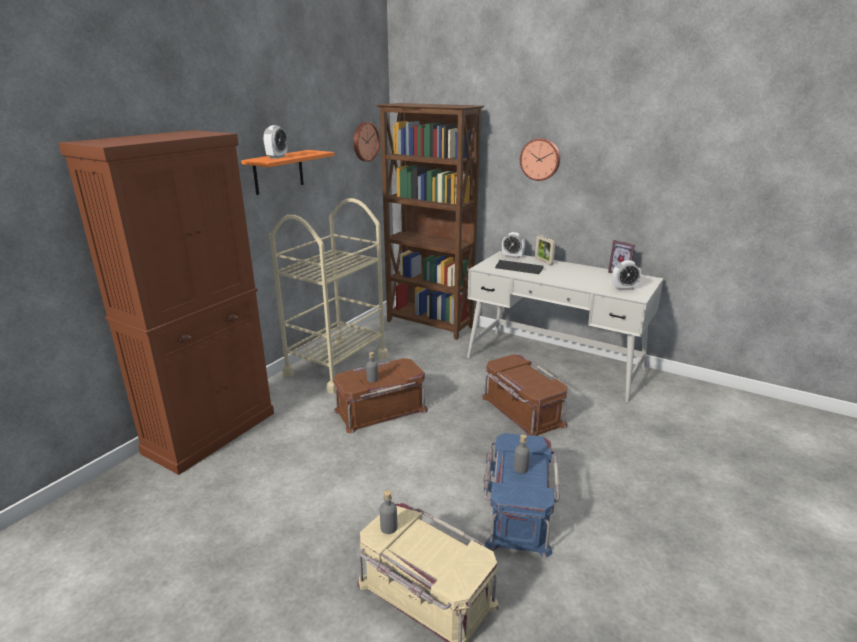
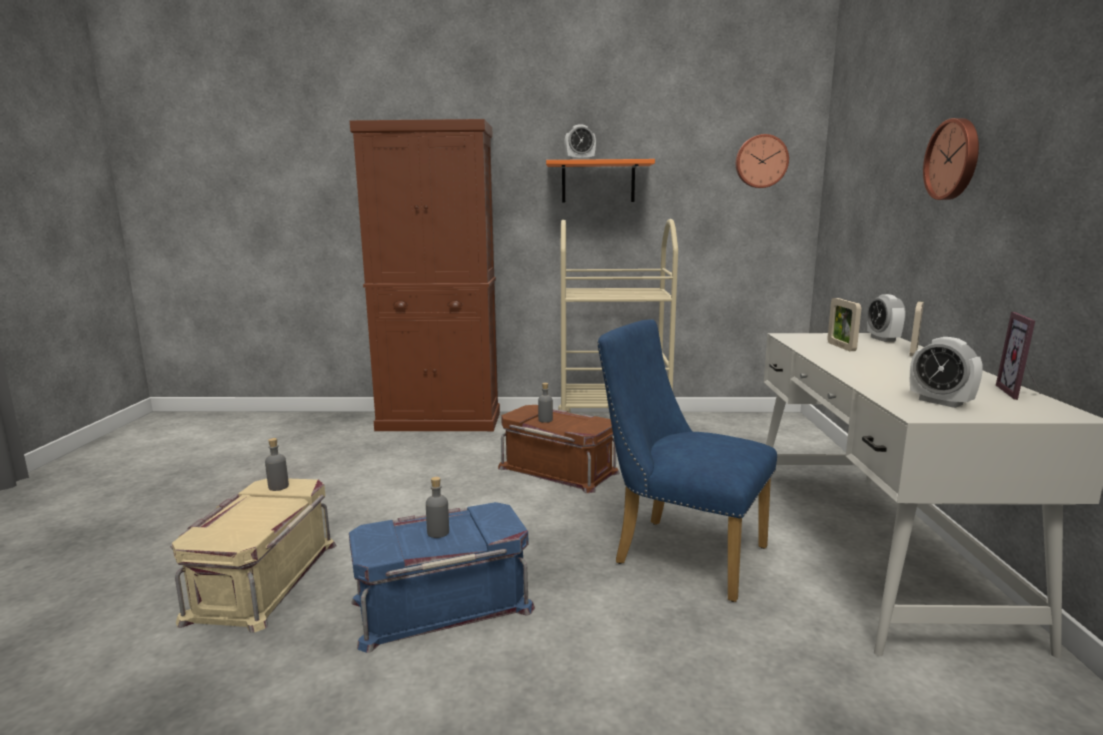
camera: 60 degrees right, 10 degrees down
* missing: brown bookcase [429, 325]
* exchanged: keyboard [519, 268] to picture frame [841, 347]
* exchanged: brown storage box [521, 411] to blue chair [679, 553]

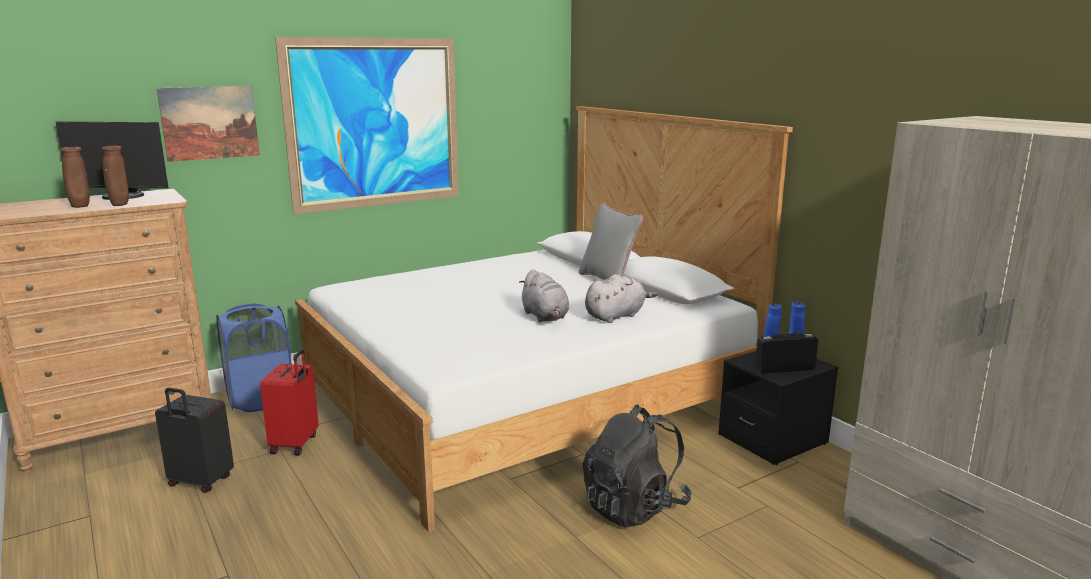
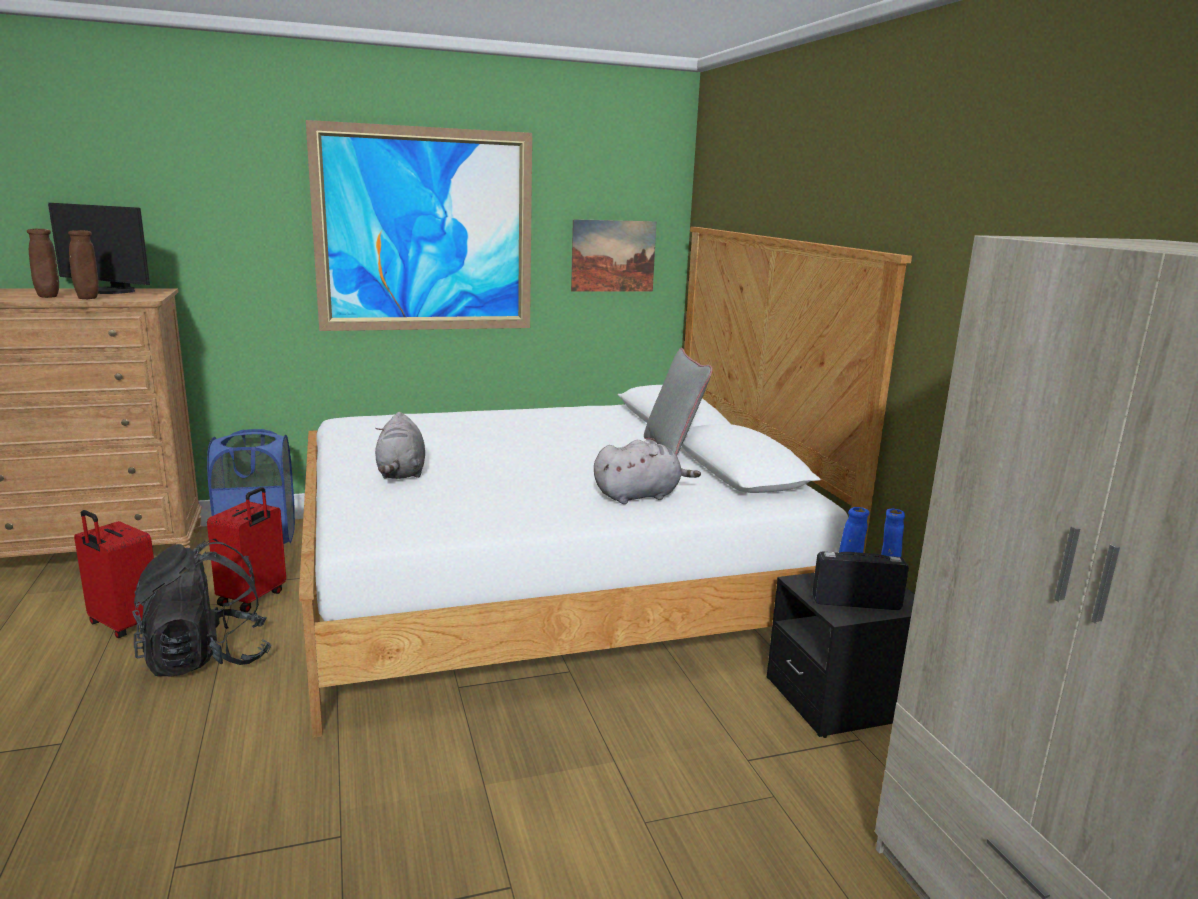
camera: 15 degrees right, 0 degrees up
* relocated: picture [210, 123] to [613, 256]
* relocated: grey plush toy [545, 317] to [401, 473]
* colour: black suitcase [200, 482] to red suitcase [123, 625]
* relocated: black backpack [634, 507] to [206, 658]

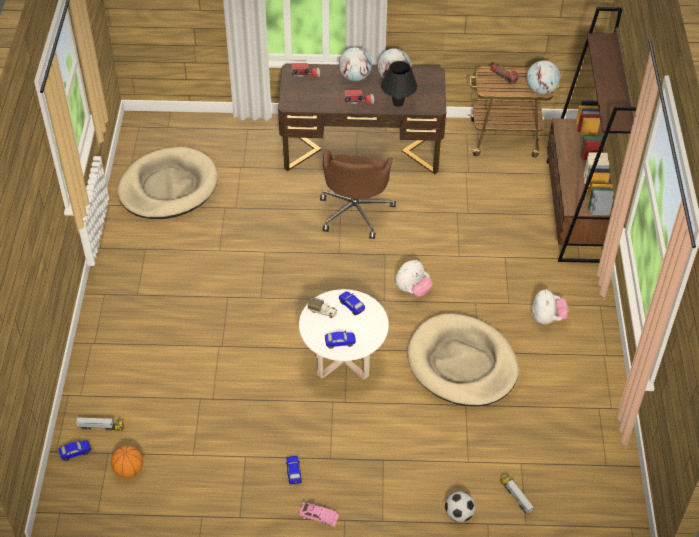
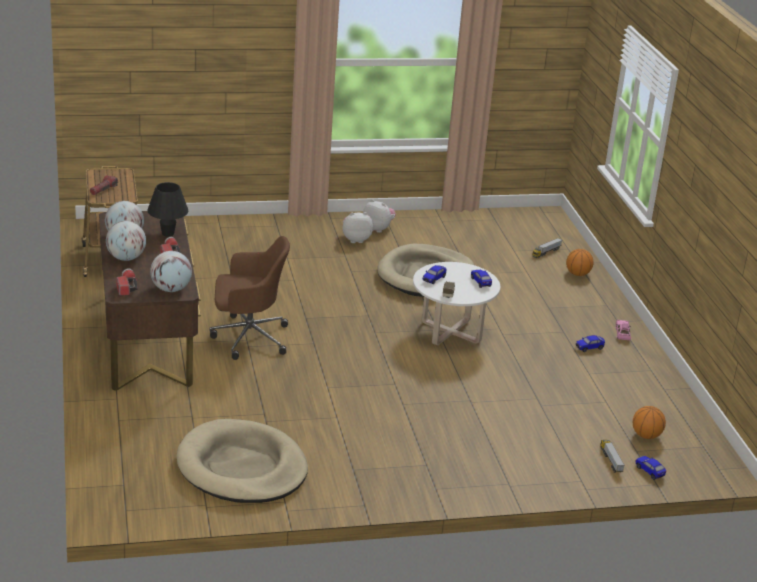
camera: 105 degrees left, 20 degrees down
* missing: brown bookcase [574, 210]
* relocated: globe [541, 90] to [171, 289]
* relocated: plush toy [412, 290] to [378, 229]
* exchanged: football [459, 514] to basketball [577, 274]

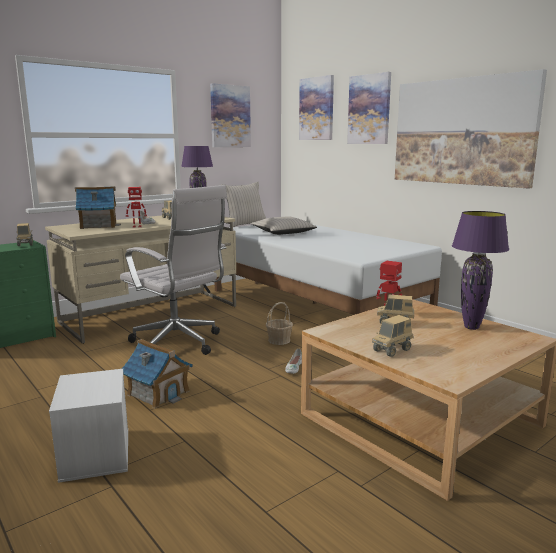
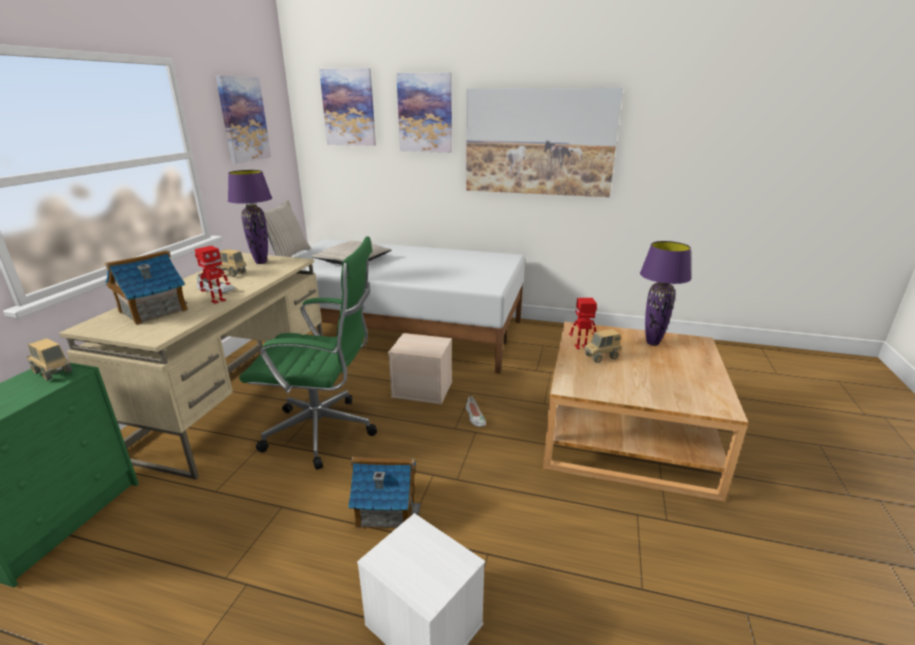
camera: 35 degrees left, 10 degrees up
* colour: white office chair [179, 344] to green office chair [325, 432]
* exchanged: basket [279, 340] to beige storage box [423, 389]
* missing: toy truck [392, 350]

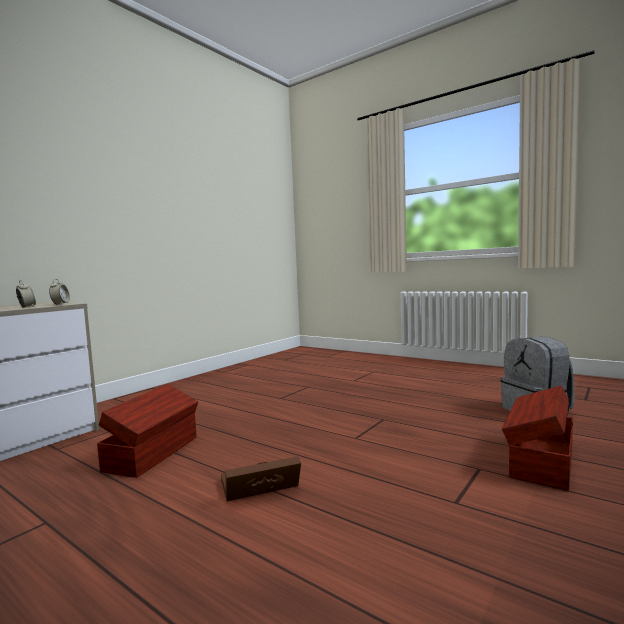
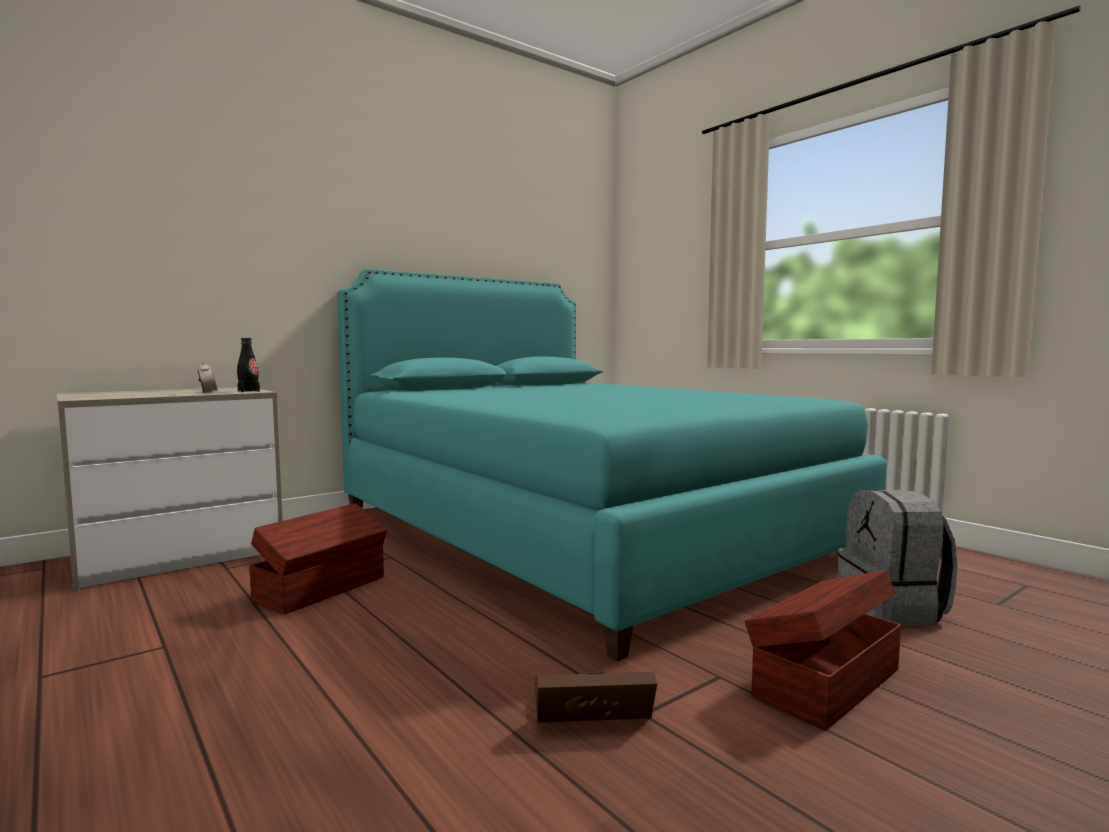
camera: 15 degrees right, 0 degrees up
* exchanged: alarm clock [60, 304] to black bottle [248, 391]
* relocated: brown storage box [258, 487] to [588, 709]
* appeared: turquoise bed [580, 532]

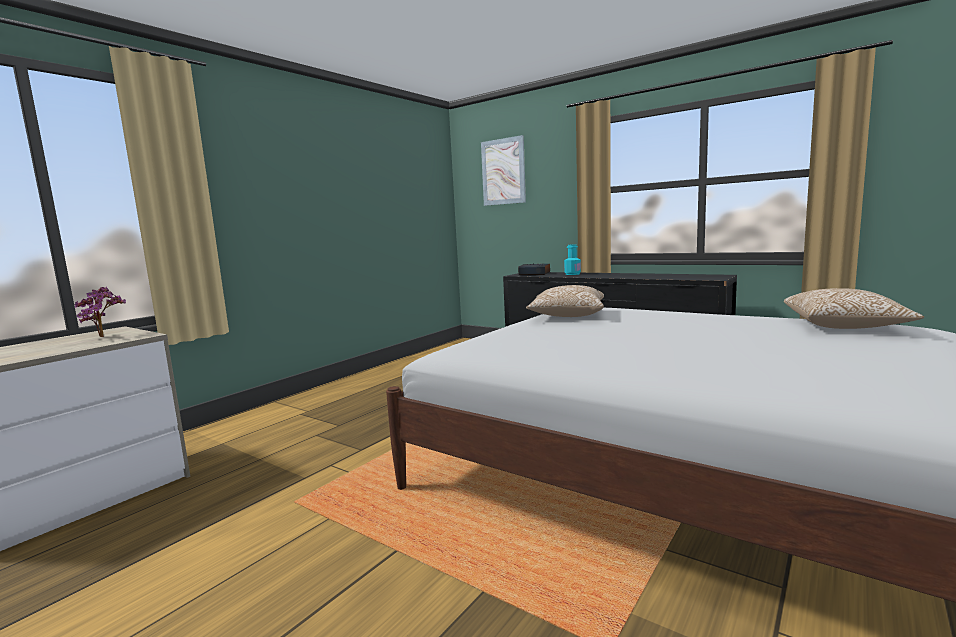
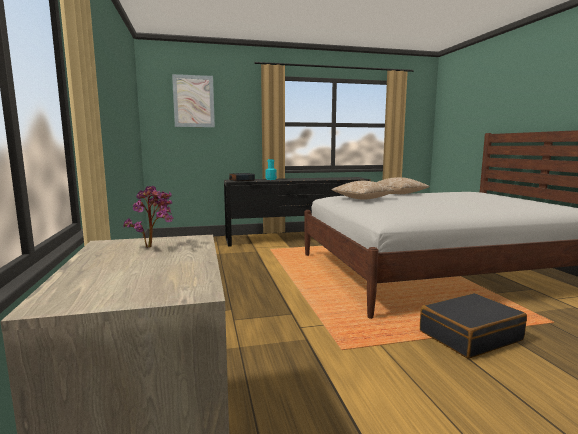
camera: 50 degrees left, 0 degrees up
* relocated: pillow [844, 326] to [400, 193]
* appeared: black suitcase [469, 335]

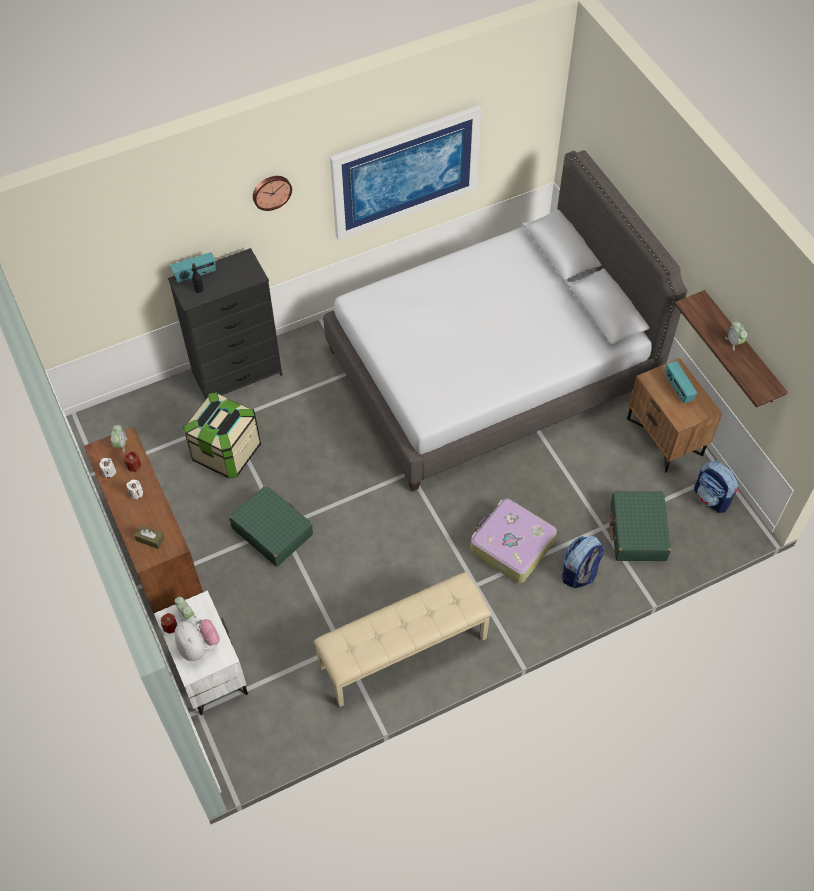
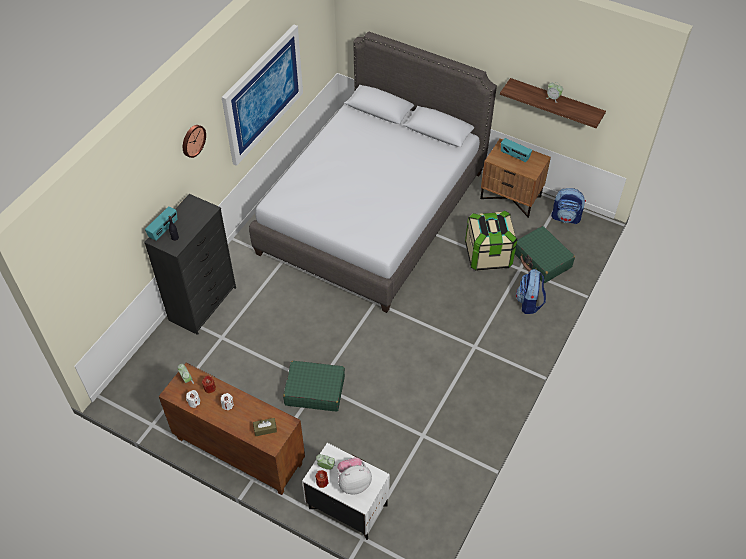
camera: 35 degrees left, 5 degrees down
* relocated: storage box [226, 451] to [488, 255]
* missing: suitcase [511, 546]
* missing: beige bench [403, 653]
* spun: plush toy [198, 647] = [353, 482] 45 degrees counterclockwise

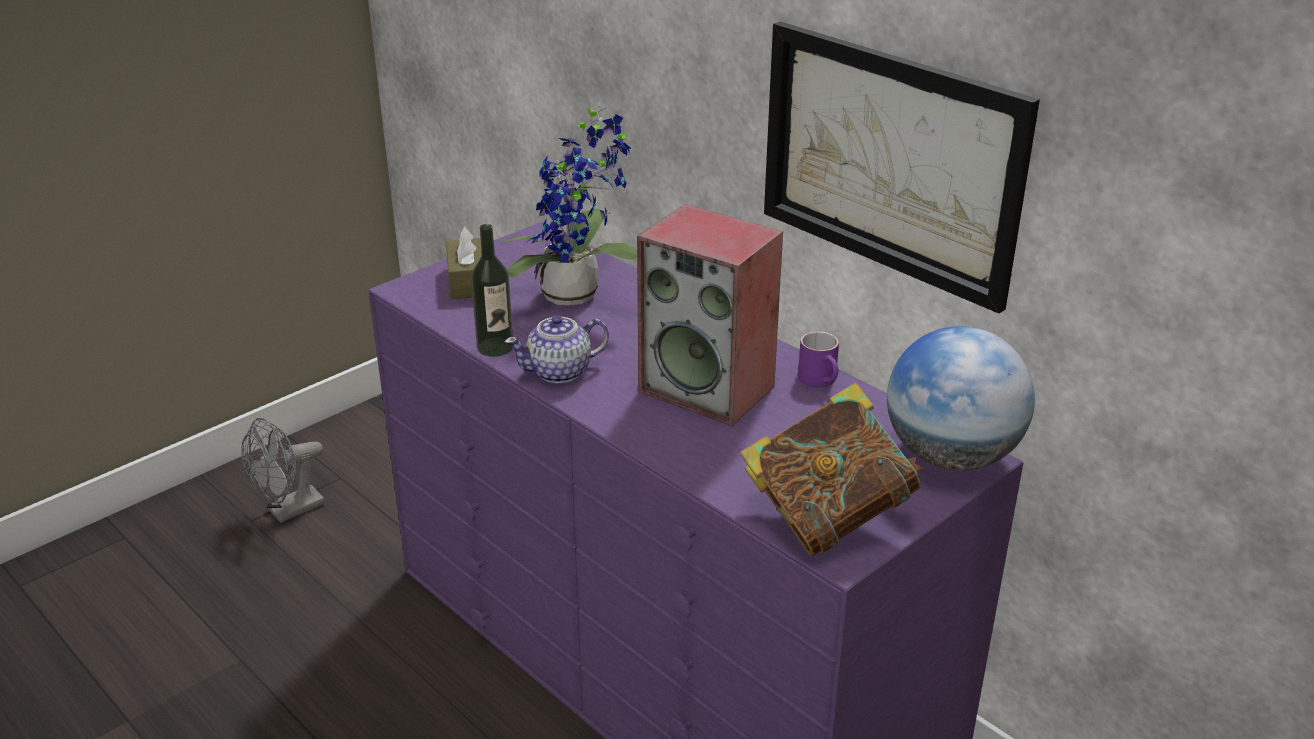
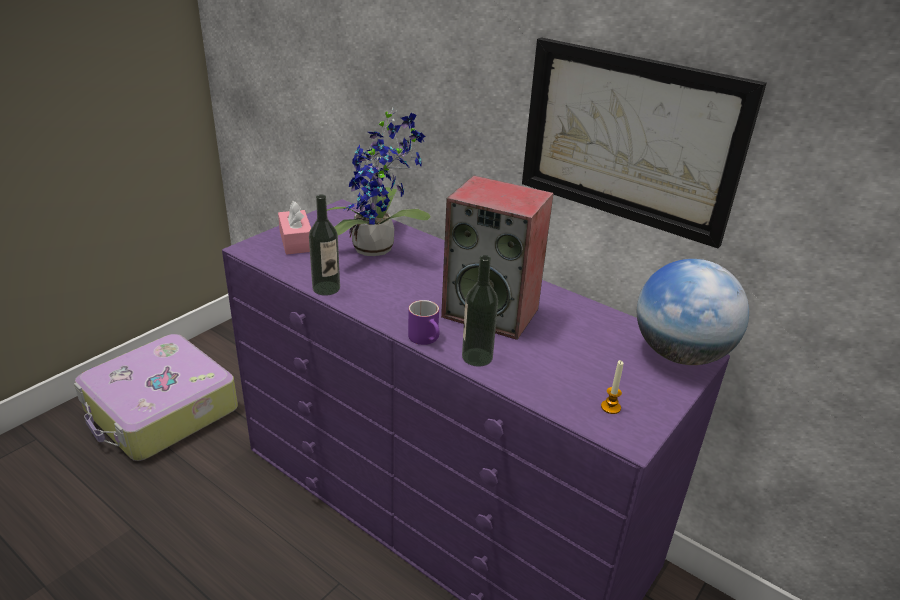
camera: 10 degrees left, 0 degrees up
* colour: brown tissue box [467, 281] to pink tissue box [296, 241]
* missing: teapot [560, 372]
* relocated: purple mug [822, 381] to [427, 339]
* exchanged: book [828, 517] to candle [610, 407]
* exchanged: grey fan [289, 511] to suitcase [160, 411]
* appeared: bottle [477, 357]

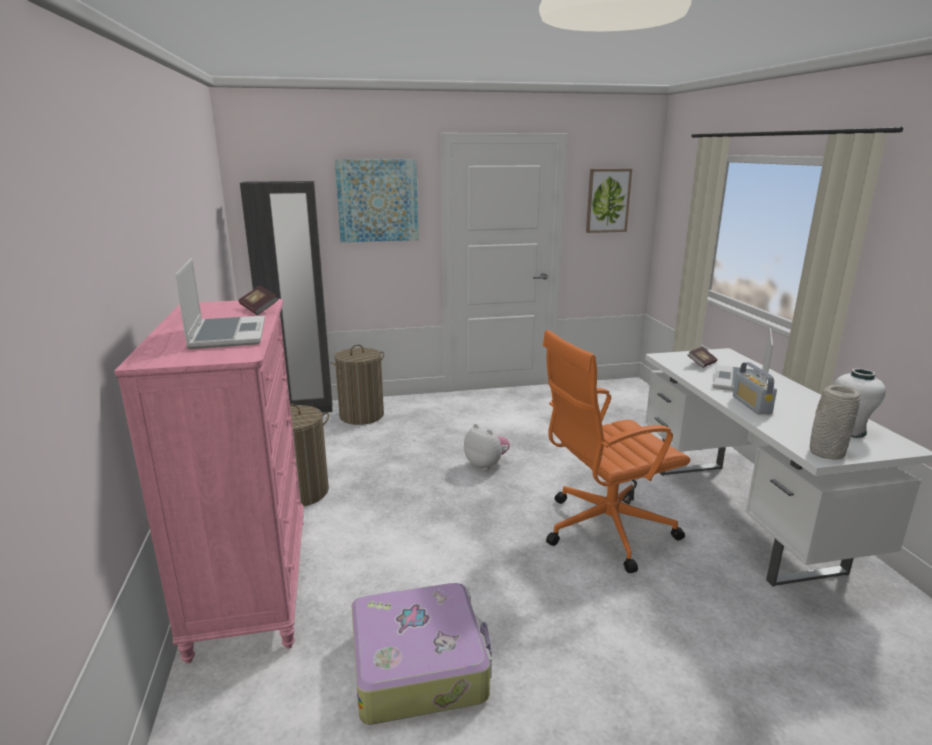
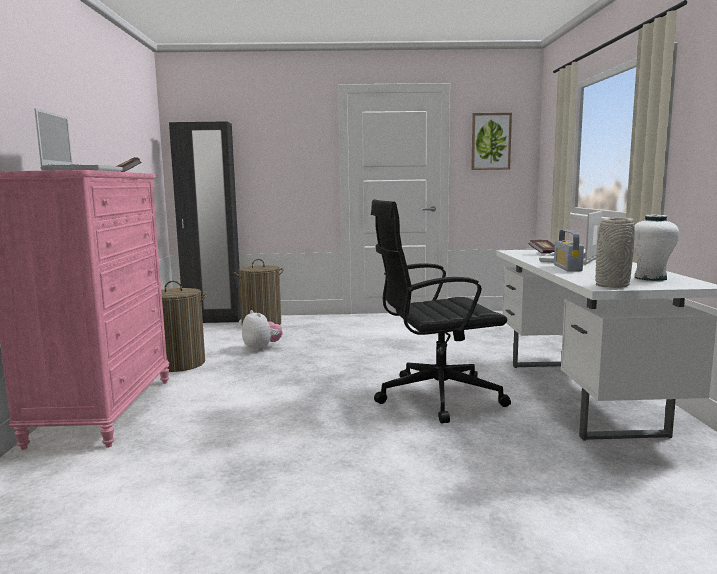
camera: 10 degrees right, 10 degrees down
* missing: picture [377, 200]
* colour: orange office chair [603, 530] to black office chair [435, 397]
* relocated: plush toy [486, 464] to [262, 348]
* missing: suitcase [419, 664]

